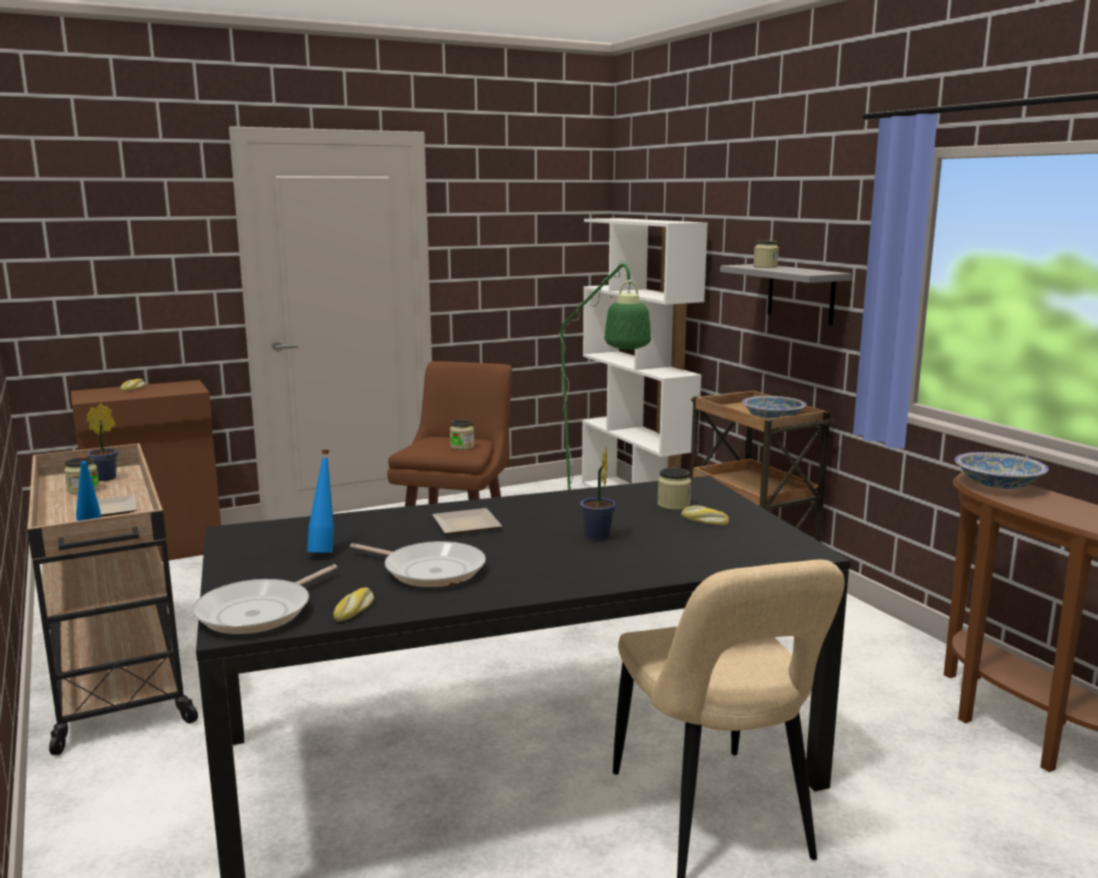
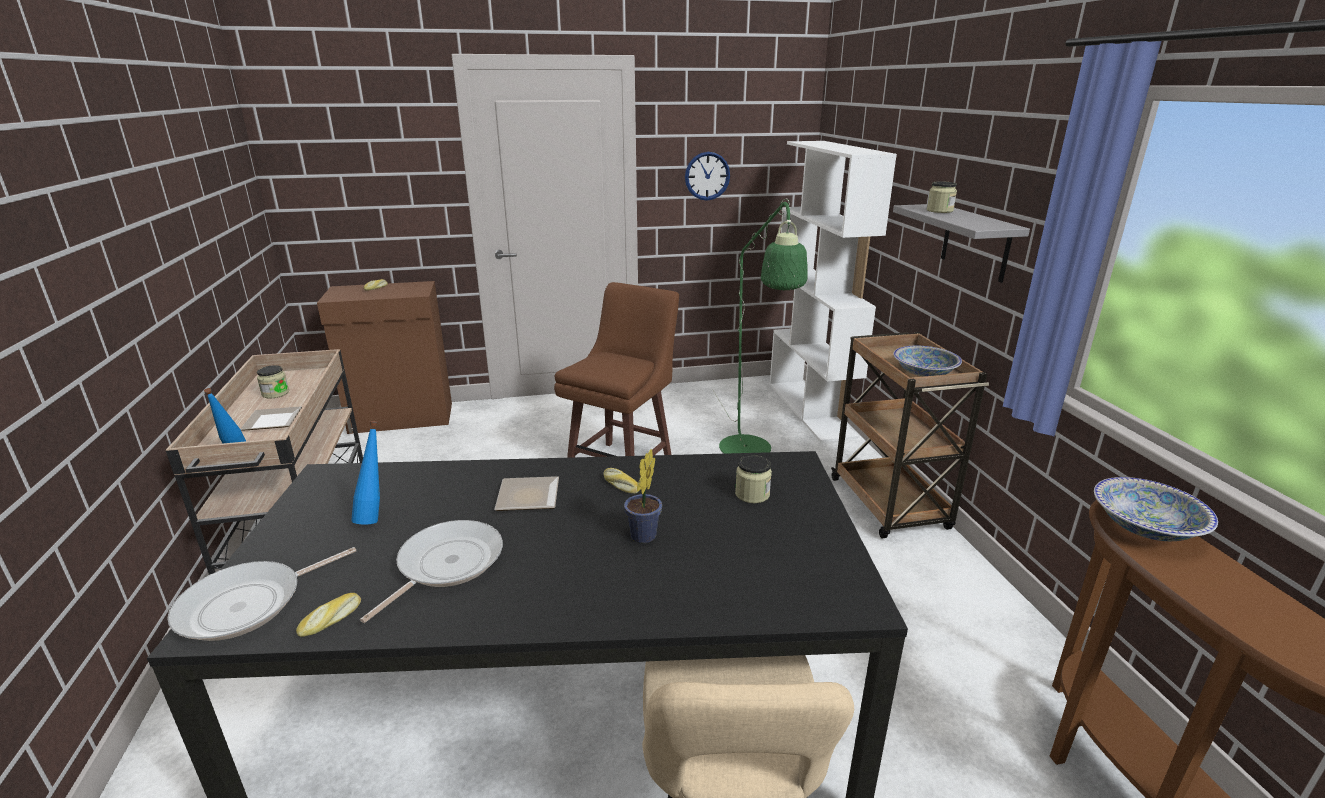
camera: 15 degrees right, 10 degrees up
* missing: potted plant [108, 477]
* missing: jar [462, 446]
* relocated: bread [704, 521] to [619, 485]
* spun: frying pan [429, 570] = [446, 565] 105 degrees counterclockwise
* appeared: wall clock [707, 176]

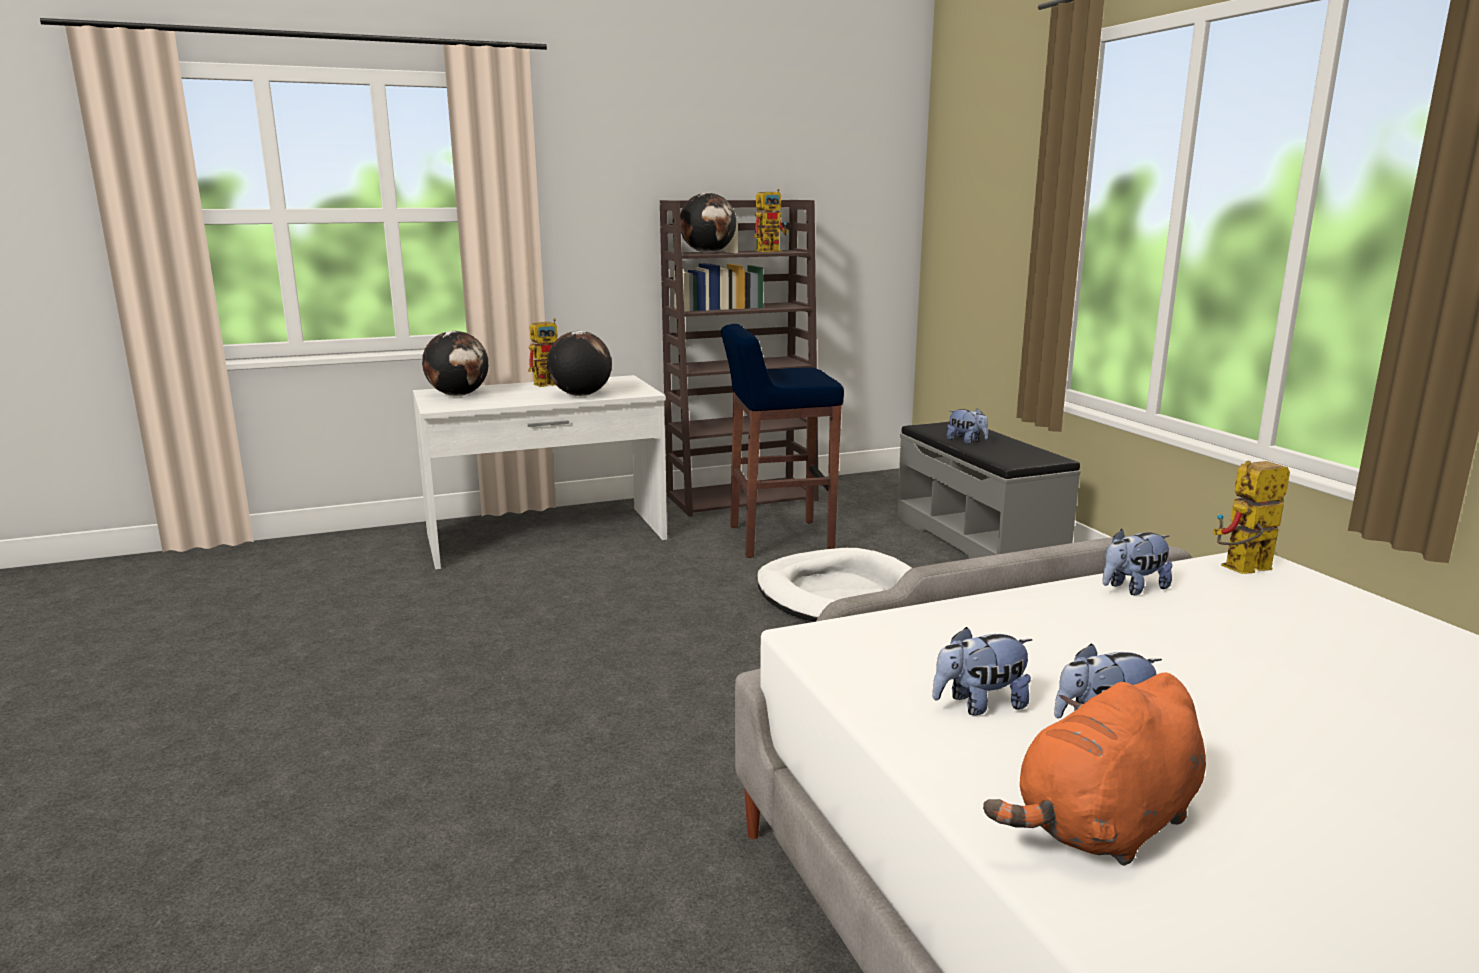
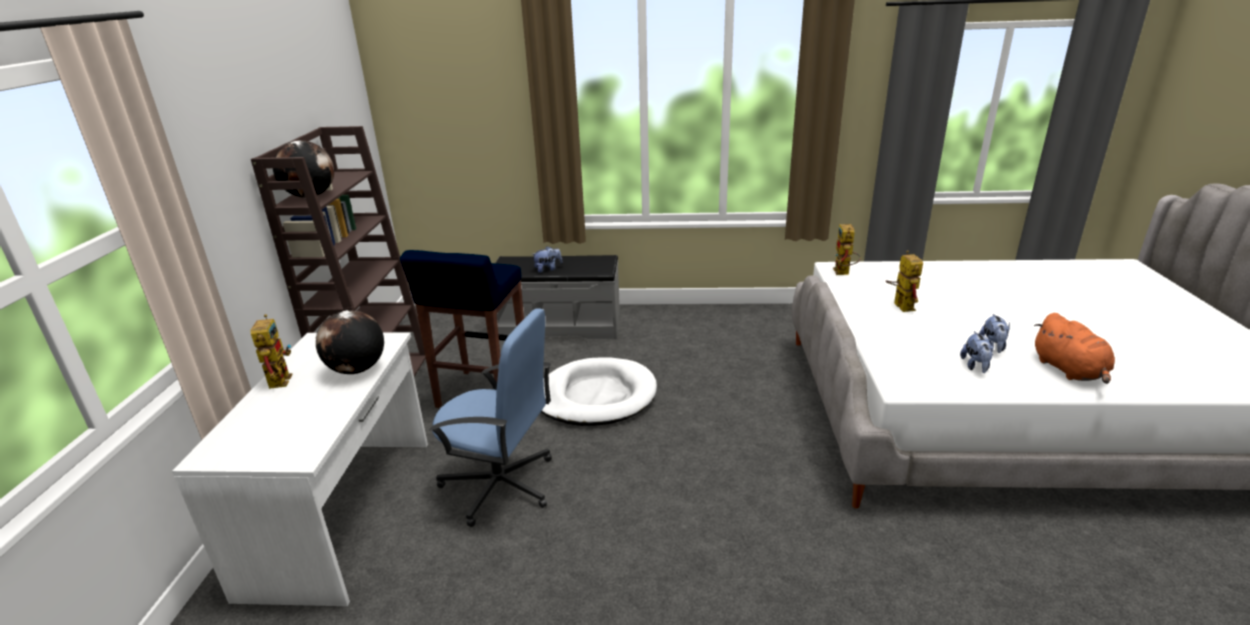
camera: 65 degrees left, 10 degrees up
* relocated: toy robot [771, 251] to [899, 305]
* missing: globe [458, 395]
* missing: plush toy [1133, 588]
* appeared: blue office chair [501, 485]

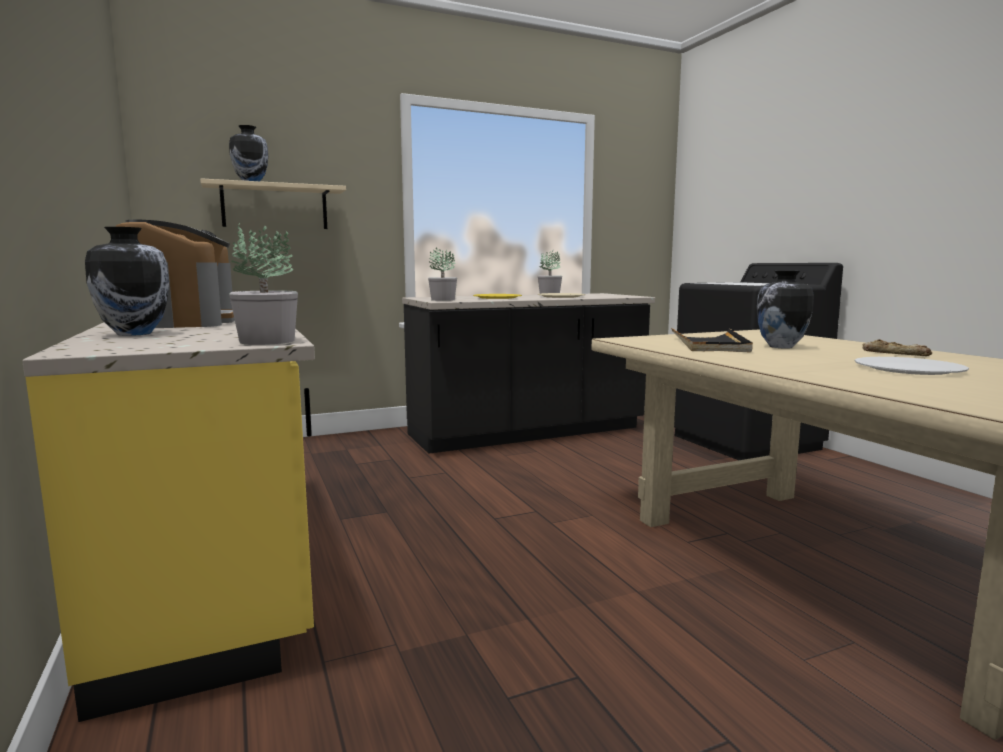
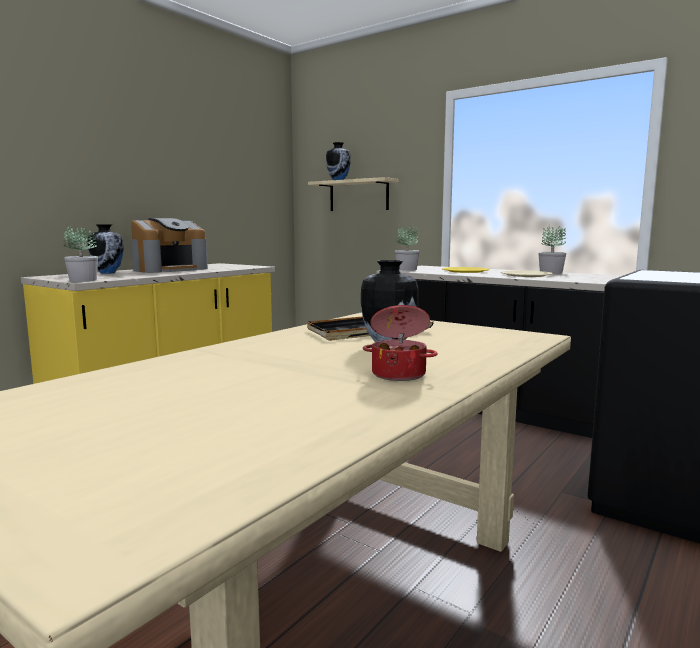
camera: 60 degrees right, 0 degrees up
* exchanged: bread [895, 353] to cooking pot [399, 374]
* missing: white plate [908, 369]

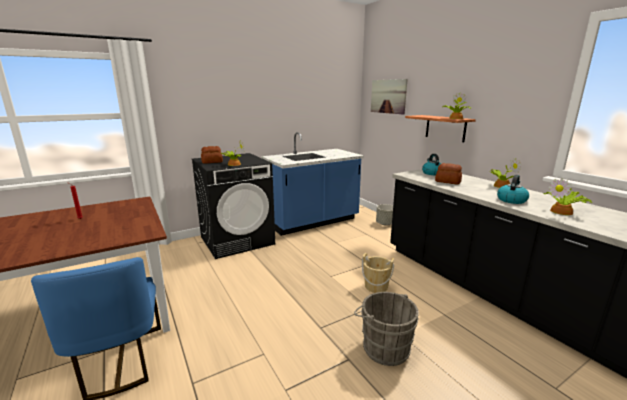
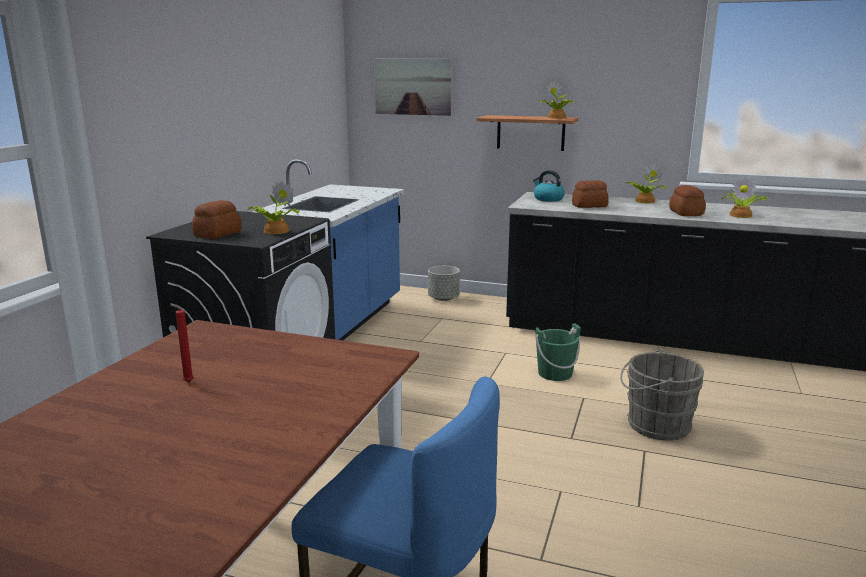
camera: 40 degrees left, 0 degrees up
* exchanged: kettle [511, 200] to bread [685, 213]
* colour: beige bucket [376, 286] to green bucket [555, 373]

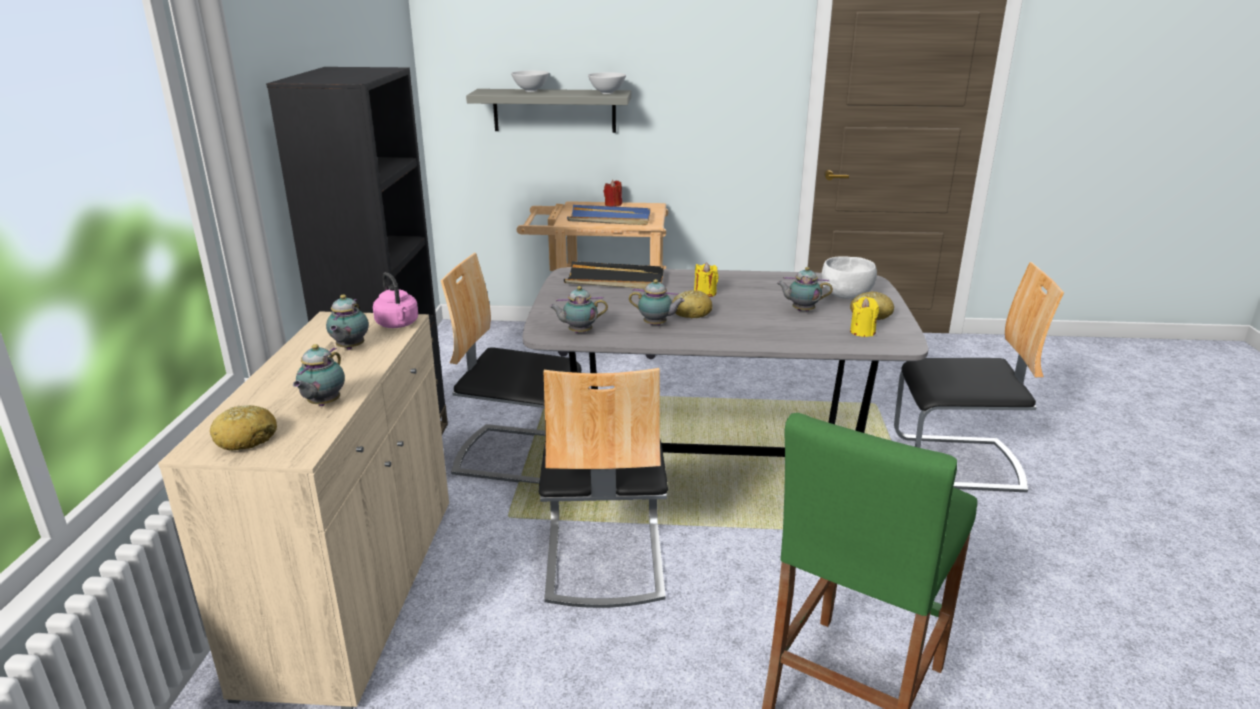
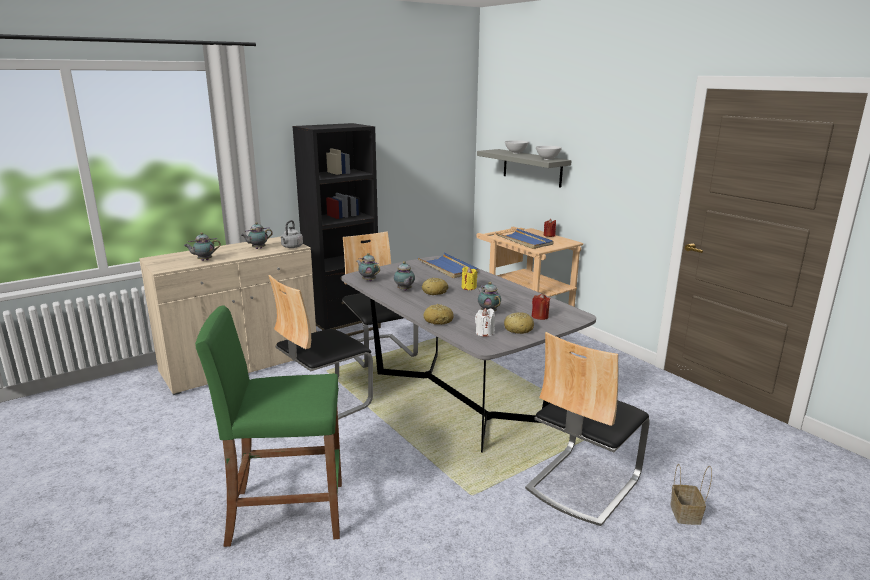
camera: 50 degrees right, 5 degrees down
* exchanged: white bowl [847, 294] to red candle [540, 316]
* colour: black tray [615, 280] to blue tray [448, 268]
* spun: chair [957, 463] = [582, 483] 75 degrees clockwise
* colour: pink kettle [398, 324] to grey kettle [291, 247]
* colour: yellow candle [862, 332] to white candle [484, 333]
* relocated: bread [246, 438] to [438, 320]
* appeared: basket [686, 514]

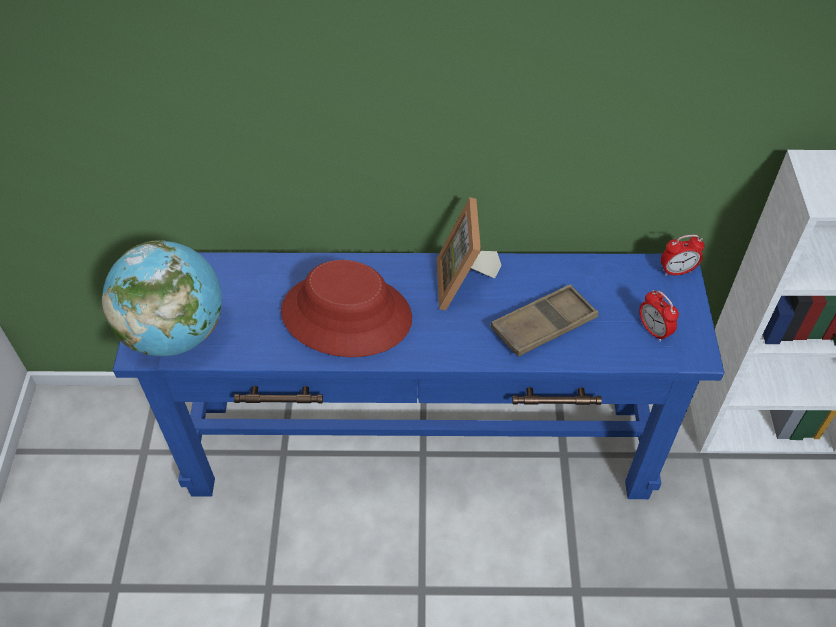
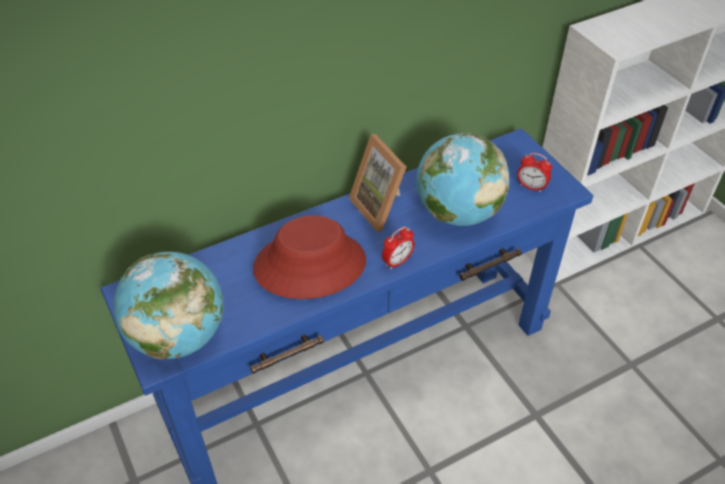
camera: 30 degrees left, 5 degrees down
* relocated: alarm clock [677, 271] to [397, 262]
* exchanged: brown tray [544, 325] to globe [457, 213]

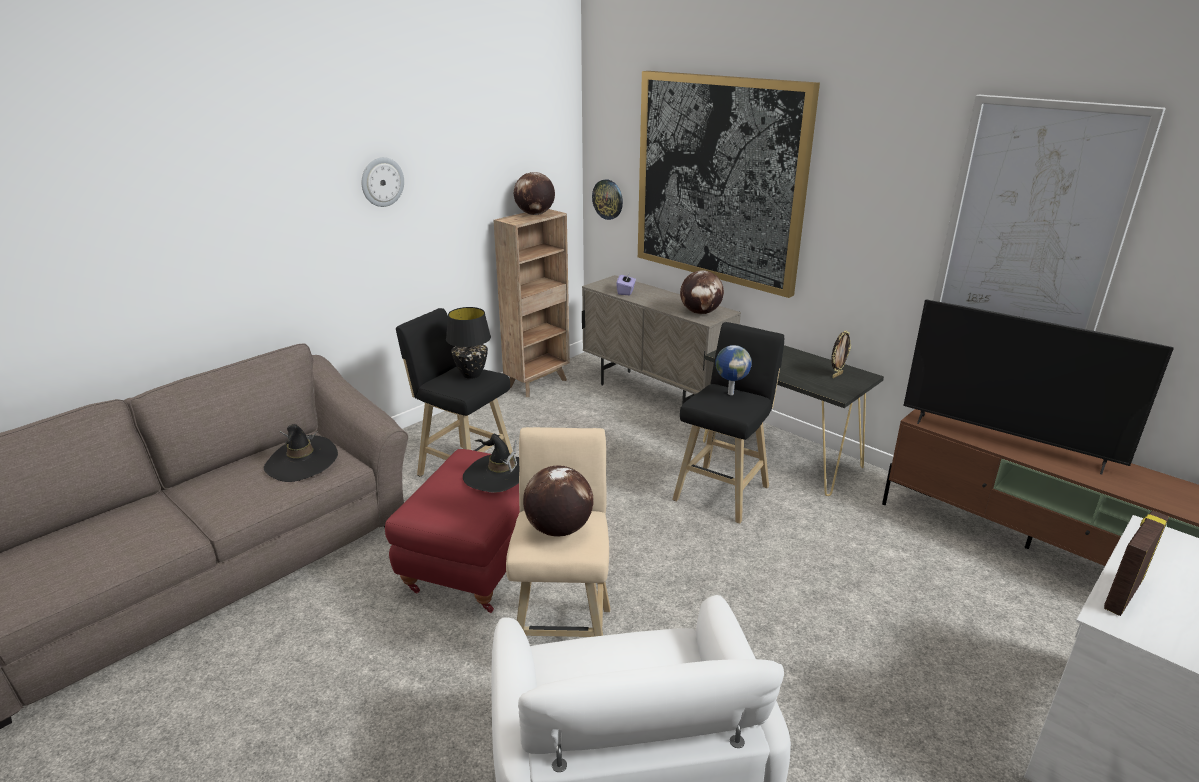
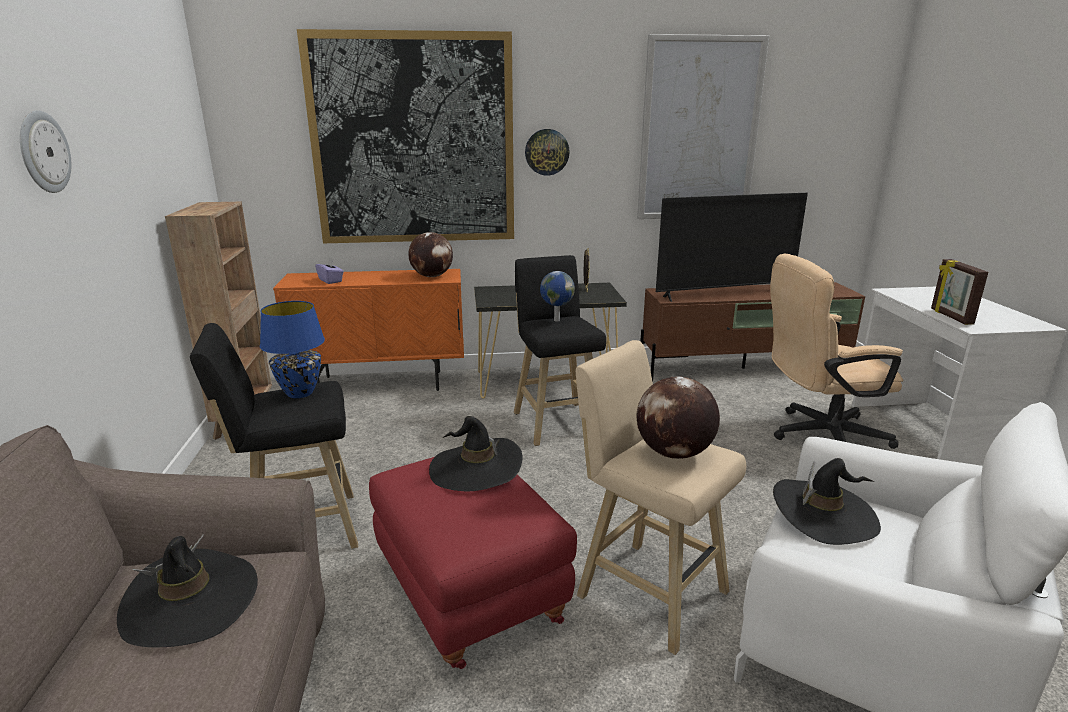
camera: 50 degrees left, 5 degrees down
* missing: globe [535, 214]
* relocated: wall clock [608, 199] to [547, 152]
* colour: beige cabinet [654, 394] to orange cabinet [382, 383]
* colour: black table lamp [471, 374] to blue table lamp [300, 393]
* appeared: beige office chair [818, 435]
* appeared: black hat [824, 514]

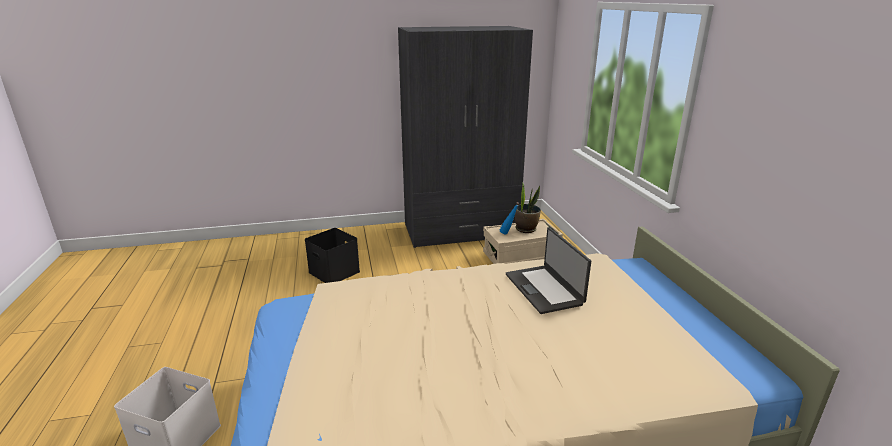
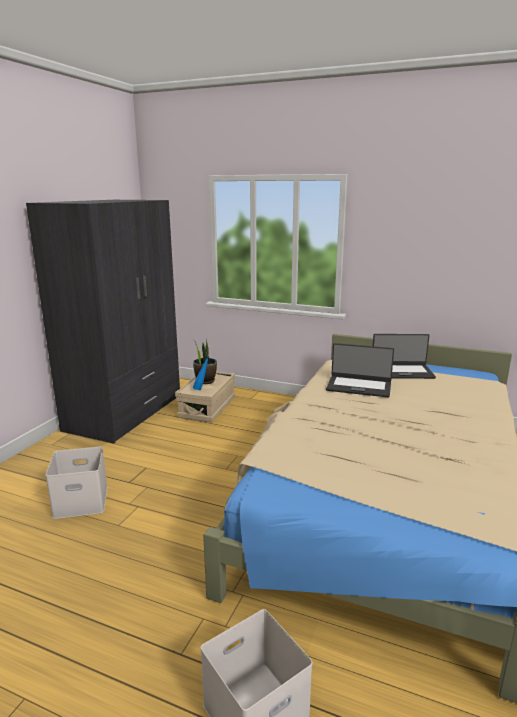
camera: 55 degrees left, 5 degrees down
* colour: black storage box [333, 272] to white storage box [80, 502]
* appeared: laptop [401, 372]

